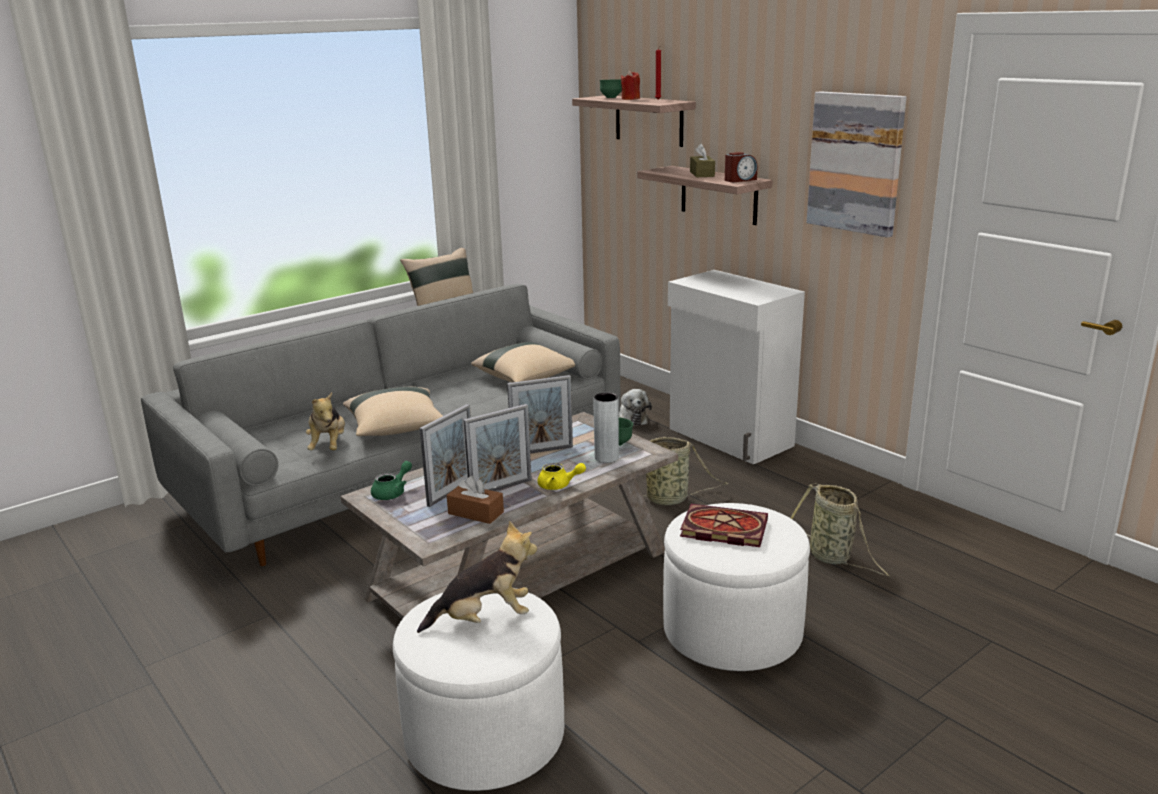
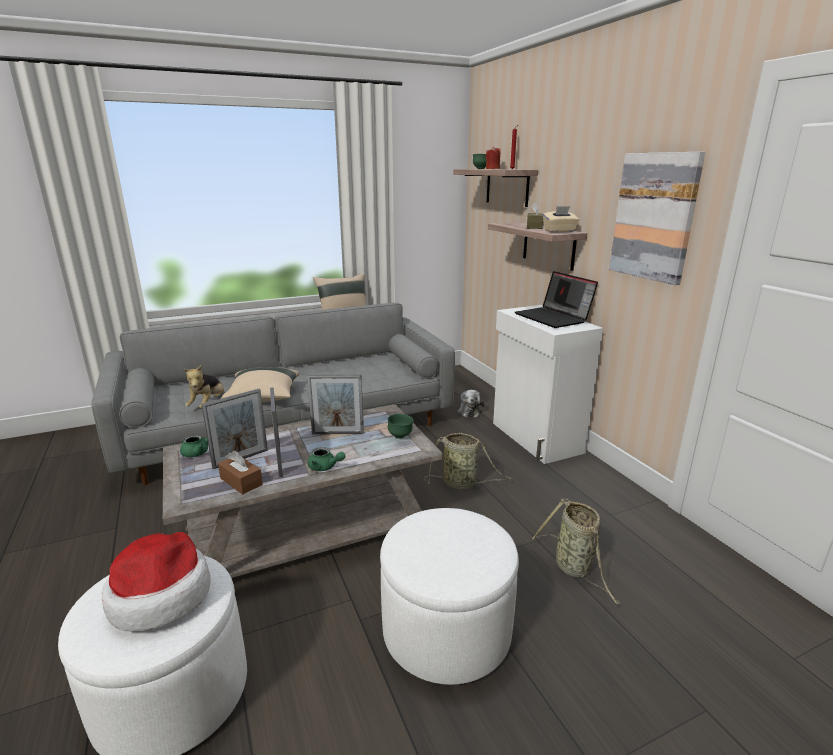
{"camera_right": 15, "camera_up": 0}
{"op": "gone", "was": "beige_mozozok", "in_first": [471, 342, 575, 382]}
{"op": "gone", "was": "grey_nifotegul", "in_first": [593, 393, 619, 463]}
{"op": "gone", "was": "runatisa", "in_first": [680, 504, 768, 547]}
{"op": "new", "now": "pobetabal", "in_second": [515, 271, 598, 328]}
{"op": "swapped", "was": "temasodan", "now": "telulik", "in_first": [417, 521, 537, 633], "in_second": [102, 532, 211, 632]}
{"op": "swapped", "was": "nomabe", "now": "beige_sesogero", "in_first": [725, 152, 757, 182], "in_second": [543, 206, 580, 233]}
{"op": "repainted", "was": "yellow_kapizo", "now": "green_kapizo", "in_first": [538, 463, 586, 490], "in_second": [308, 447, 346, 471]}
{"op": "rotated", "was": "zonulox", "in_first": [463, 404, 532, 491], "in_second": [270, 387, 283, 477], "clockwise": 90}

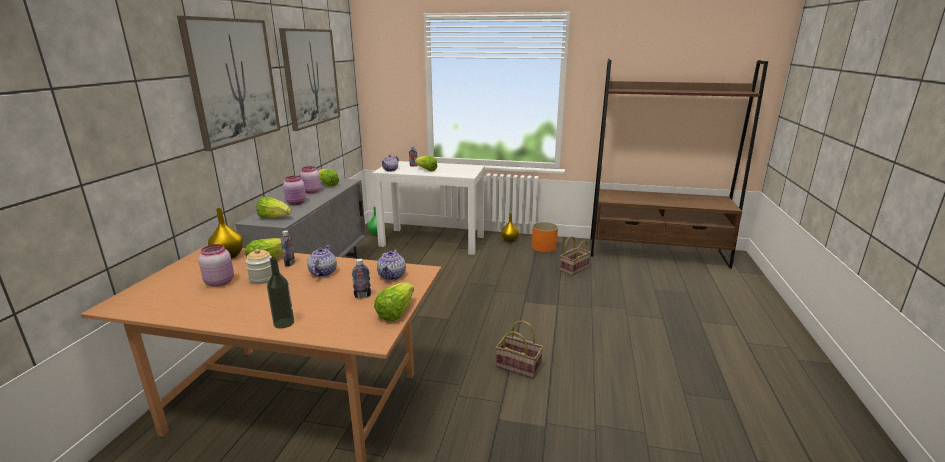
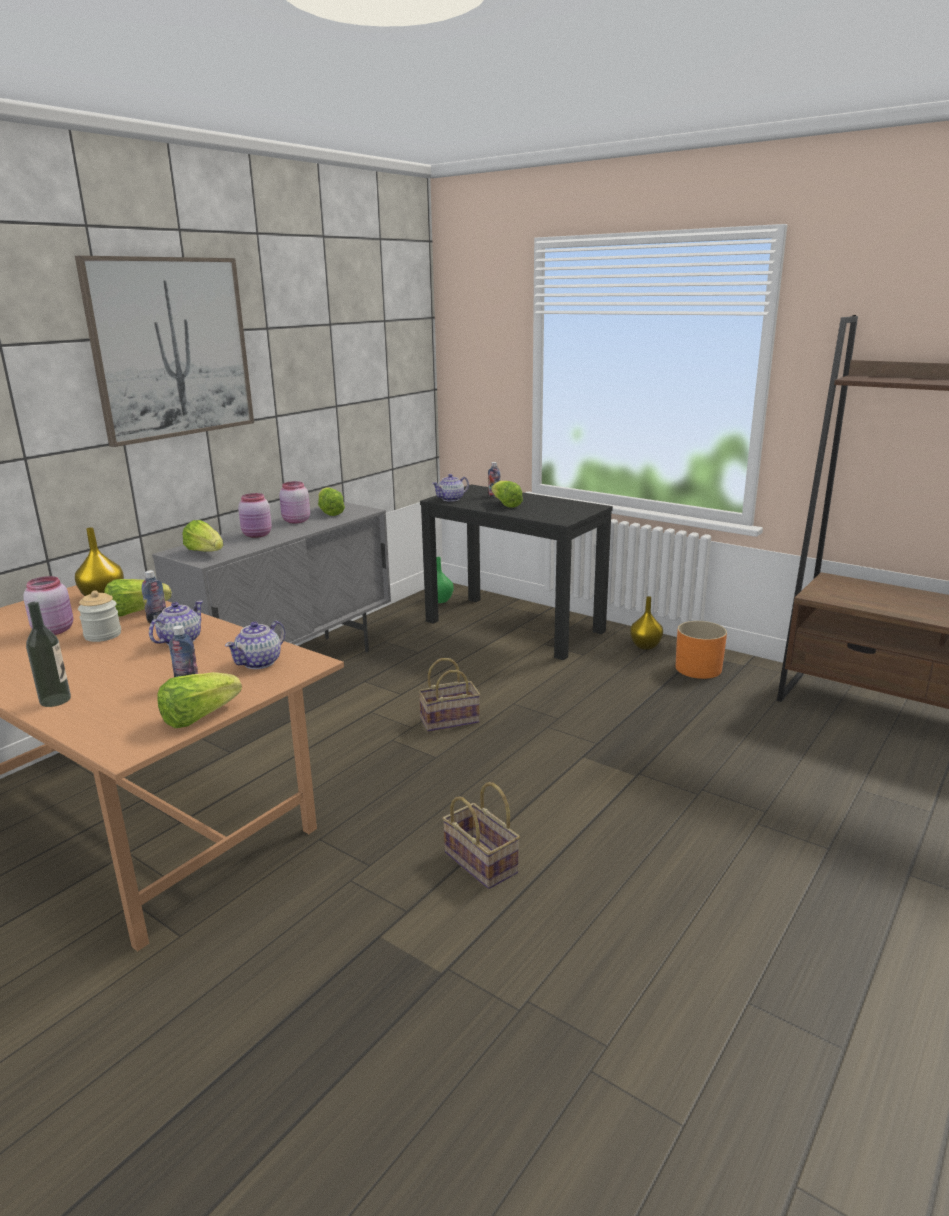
{"camera_right": 25, "camera_up": 0}
{"op": "gone", "was": "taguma", "in_first": [279, 28, 340, 131]}
{"op": "shifted", "was": "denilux", "in_first": [560, 236, 591, 276], "in_second": [418, 658, 480, 732]}
{"op": "repainted", "was": "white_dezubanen", "now": "black_dezubanen", "in_first": [372, 161, 485, 255], "in_second": [420, 485, 613, 661]}

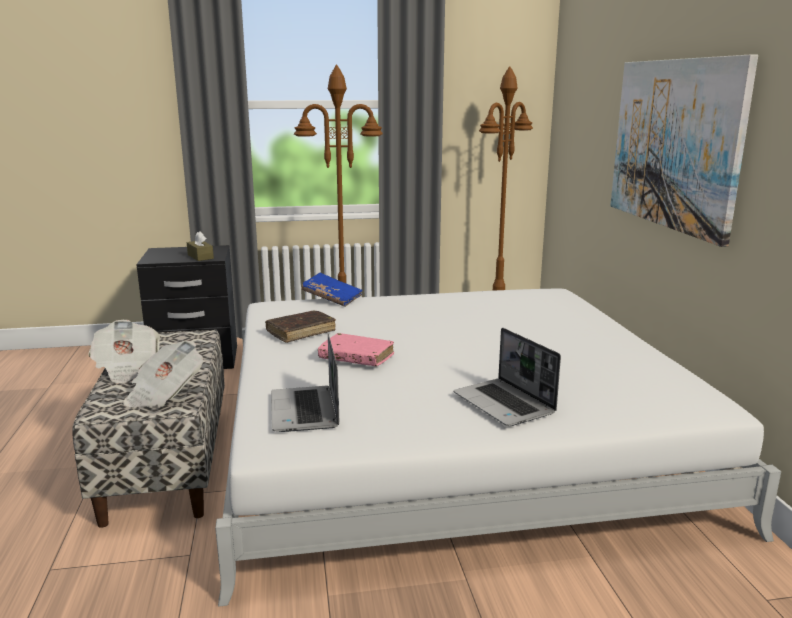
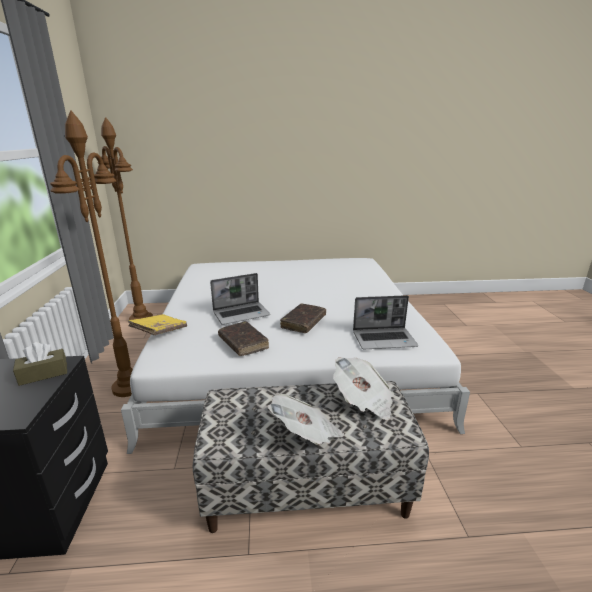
{"camera_right": -85, "camera_up": 5}
{"op": "gone", "was": "taguma", "in_first": [610, 55, 758, 247]}
{"op": "shifted", "was": "pobetabal", "in_first": [453, 328, 561, 426], "in_second": [210, 273, 270, 325]}
{"op": "repainted", "was": "blue_runatisa", "now": "yellow_runatisa", "in_first": [301, 273, 363, 307], "in_second": [128, 314, 187, 335]}
{"op": "repainted", "was": "pink_runatisa", "now": "brown_runatisa", "in_first": [318, 333, 394, 366], "in_second": [280, 303, 326, 333]}

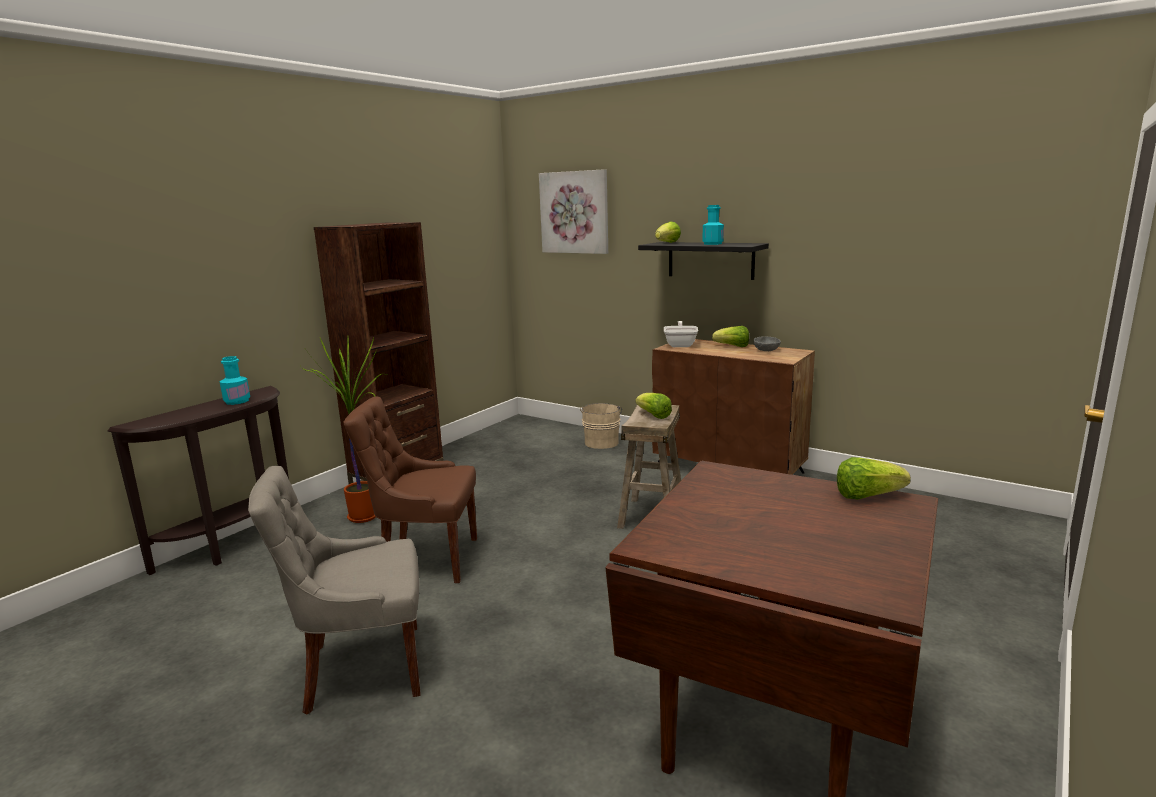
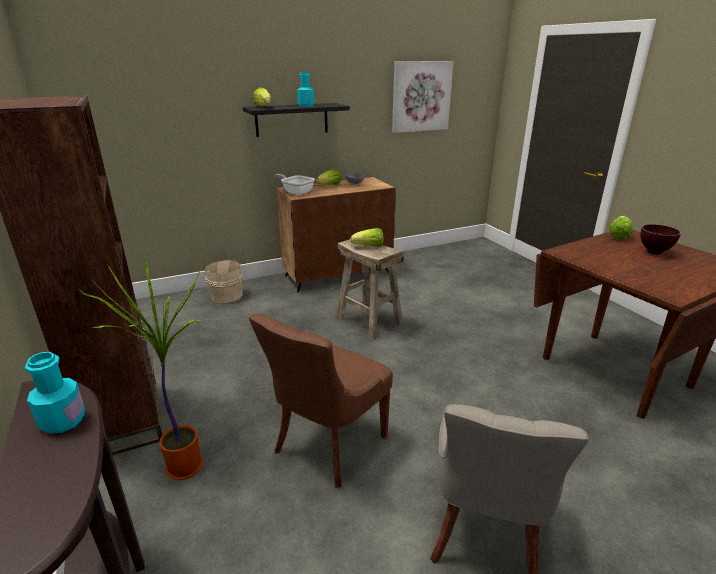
{"camera_right": -60, "camera_up": 10}
{"op": "new", "now": "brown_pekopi", "in_second": [640, 224, 681, 255]}
{"op": "shifted", "was": "taguma", "in_first": [539, 169, 608, 254], "in_second": [392, 61, 454, 133]}

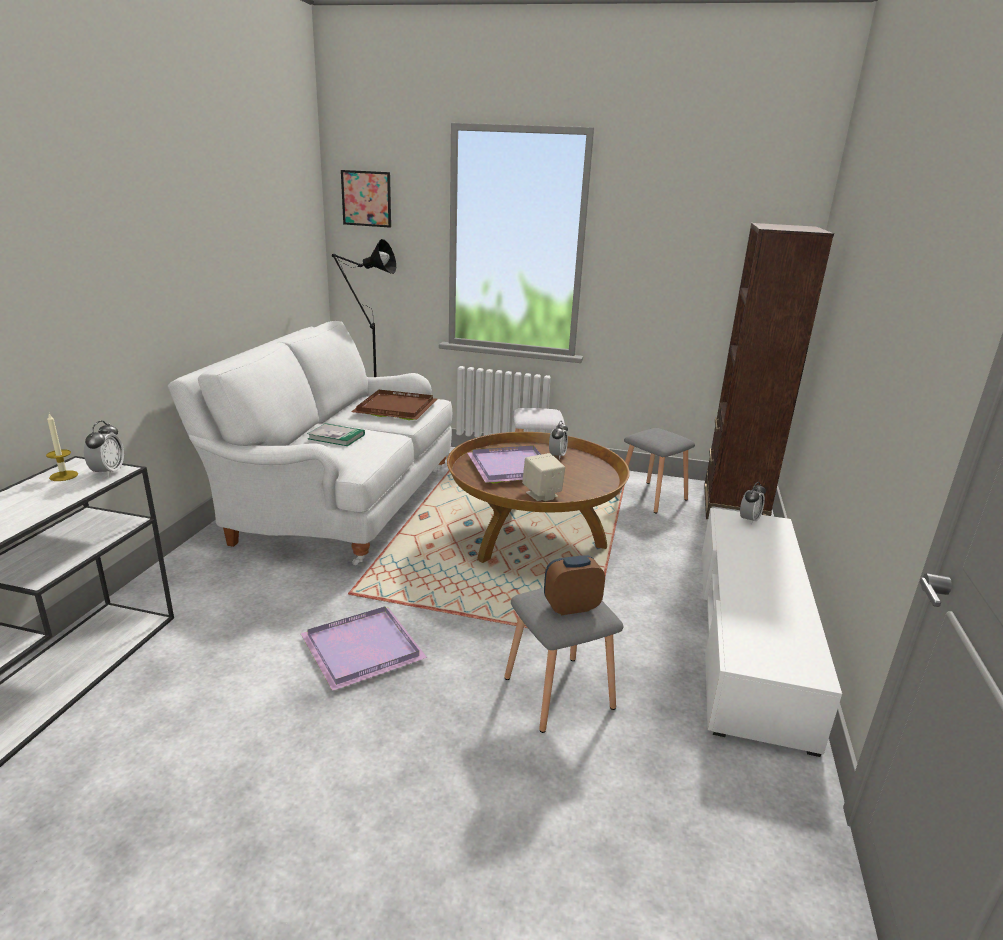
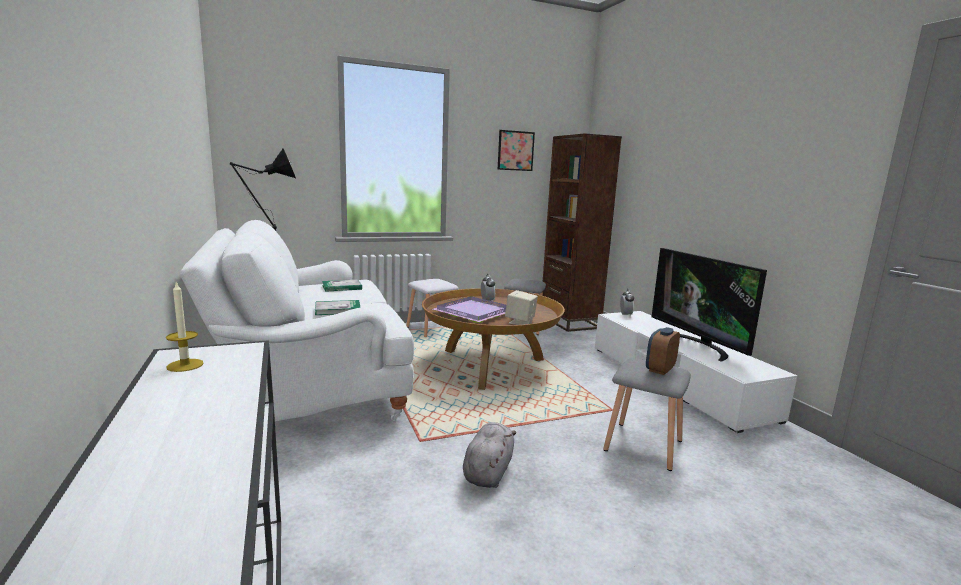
{"camera_right": -35, "camera_up": -10}
{"op": "gone", "was": "nomabe", "in_first": [84, 421, 124, 477]}
{"op": "new", "now": "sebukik", "in_second": [652, 248, 767, 362]}
{"op": "shifted", "was": "taguma", "in_first": [341, 170, 391, 228], "in_second": [498, 130, 535, 171]}
{"op": "swapped", "was": "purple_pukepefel", "now": "grey_temasodan", "in_first": [300, 607, 427, 691], "in_second": [463, 422, 516, 488]}
{"op": "swapped", "was": "brown_pukepefel", "now": "runatisa", "in_first": [351, 390, 437, 420], "in_second": [322, 280, 362, 292]}

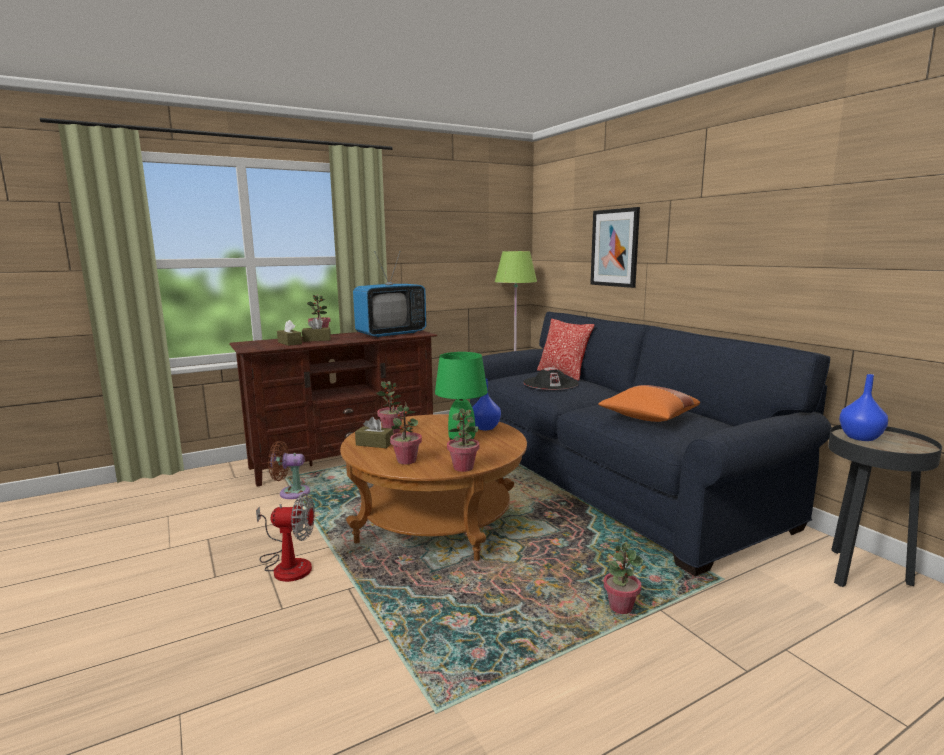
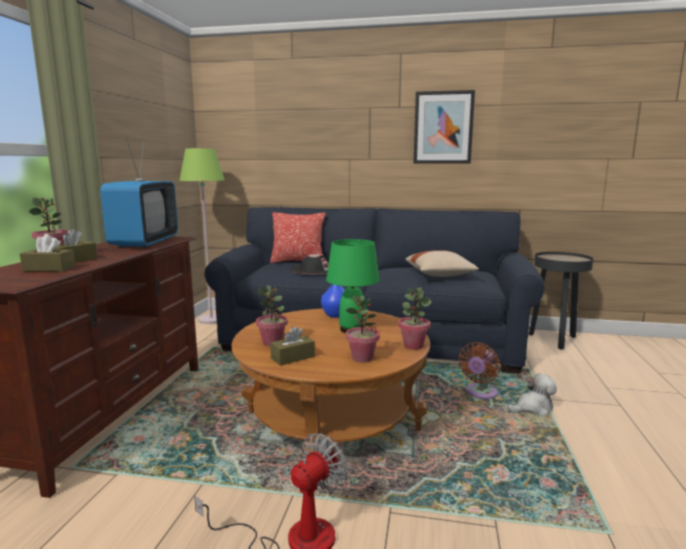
{"camera_right": -50, "camera_up": 0}
{"op": "gone", "was": "blue_nifotegul", "in_first": [839, 374, 888, 441]}
{"op": "shifted", "was": "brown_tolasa", "in_first": [268, 441, 310, 499], "in_second": [459, 342, 501, 399]}
{"op": "shifted", "was": "taguma", "in_first": [590, 207, 640, 288], "in_second": [414, 90, 475, 164]}
{"op": "swapped", "was": "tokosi", "now": "temasodan", "in_first": [604, 543, 643, 614], "in_second": [507, 374, 557, 416]}
{"op": "repainted", "was": "orange_mozozok", "now": "beige_mozozok", "in_first": [598, 385, 700, 422], "in_second": [405, 250, 479, 277]}

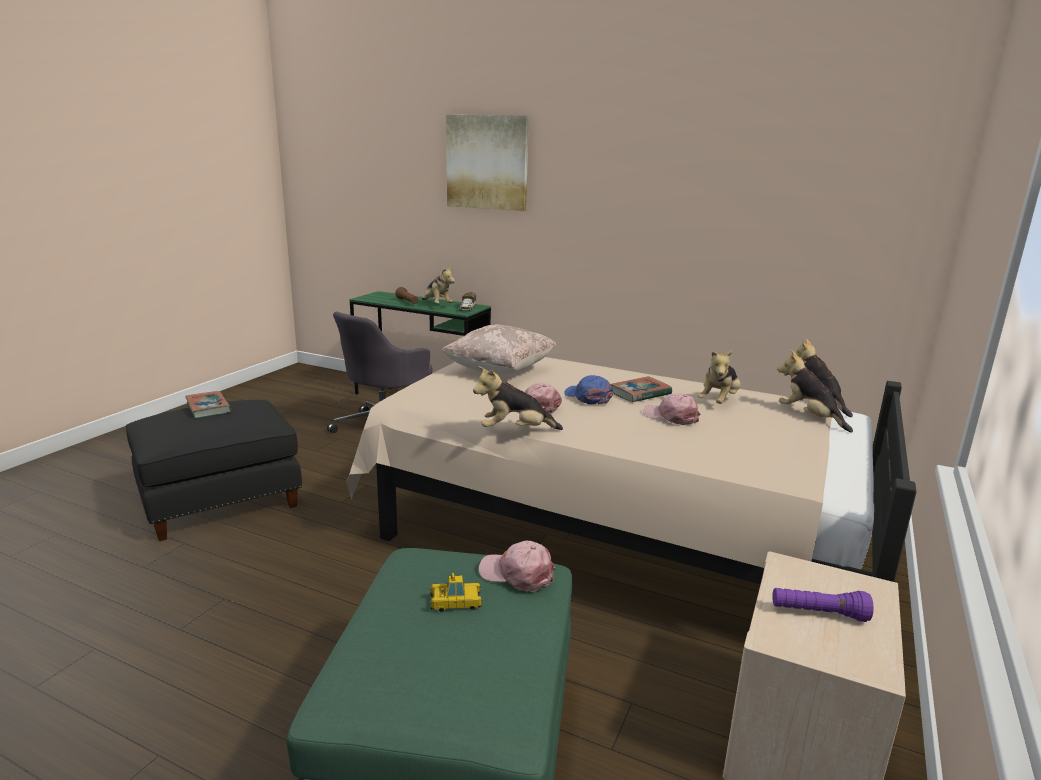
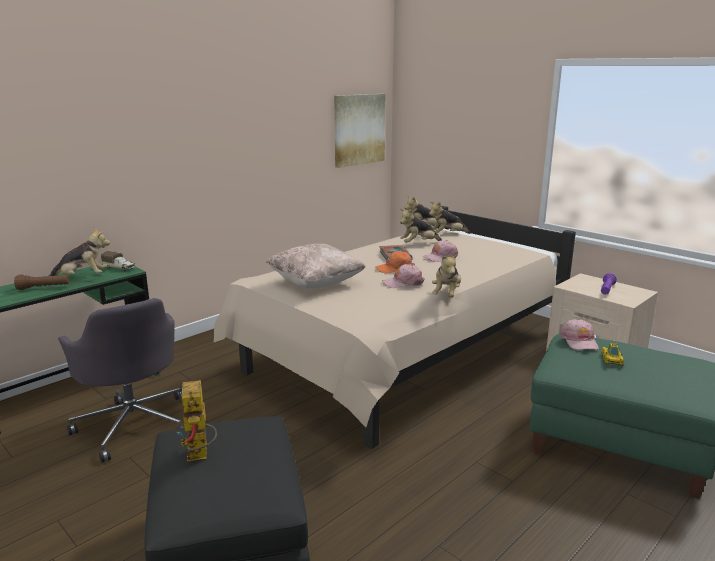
{"camera_right": -70, "camera_up": 0}
{"op": "shifted", "was": "taguma", "in_first": [446, 115, 529, 211], "in_second": [334, 94, 385, 168]}
{"op": "swapped", "was": "runatisa", "now": "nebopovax", "in_first": [185, 391, 232, 418], "in_second": [177, 380, 217, 462]}
{"op": "repainted", "was": "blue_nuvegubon", "now": "orange_nuvegubon", "in_first": [564, 375, 613, 405], "in_second": [375, 251, 415, 273]}
{"op": "rotated", "was": "pink_nuvegubon", "in_first": [479, 541, 556, 592], "in_second": [560, 319, 599, 350], "clockwise": -45}
{"op": "rotated", "was": "temasodan", "in_first": [698, 350, 741, 404], "in_second": [400, 209, 442, 243], "clockwise": 105}

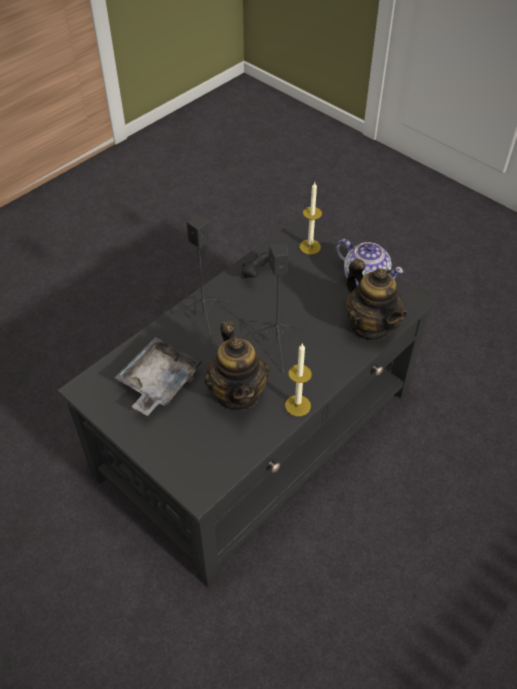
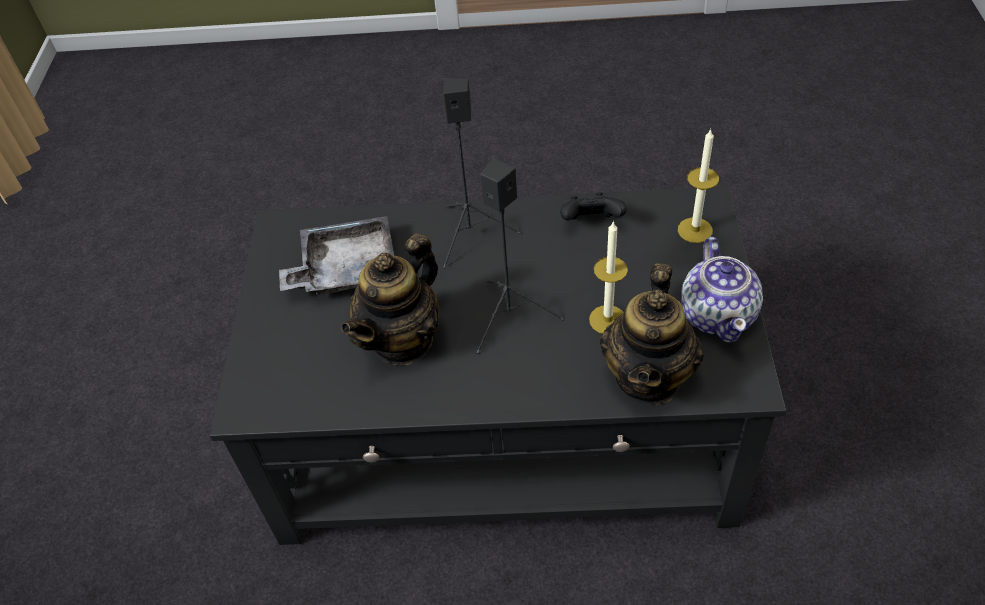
{"camera_right": 50, "camera_up": 0}
{"op": "shifted", "was": "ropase", "in_first": [285, 344, 312, 416], "in_second": [589, 221, 628, 334]}

